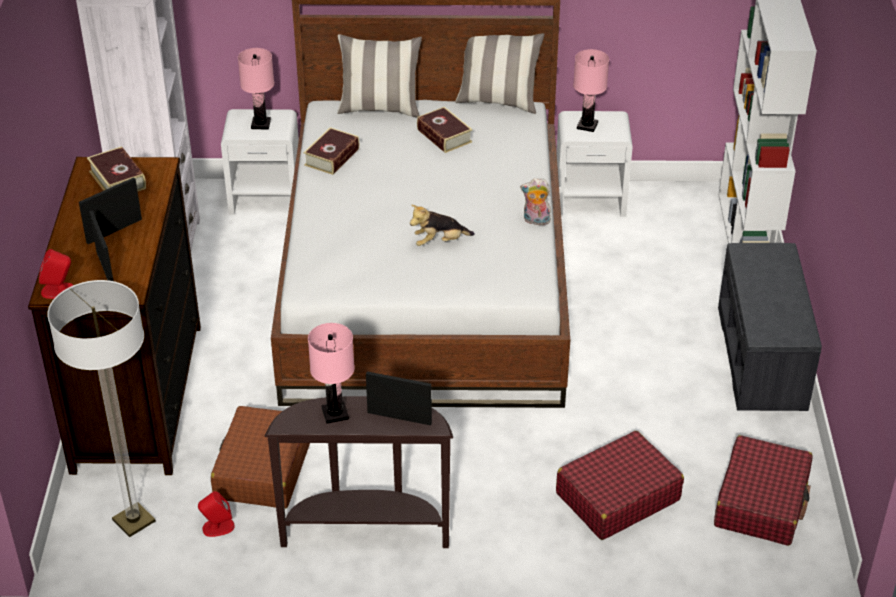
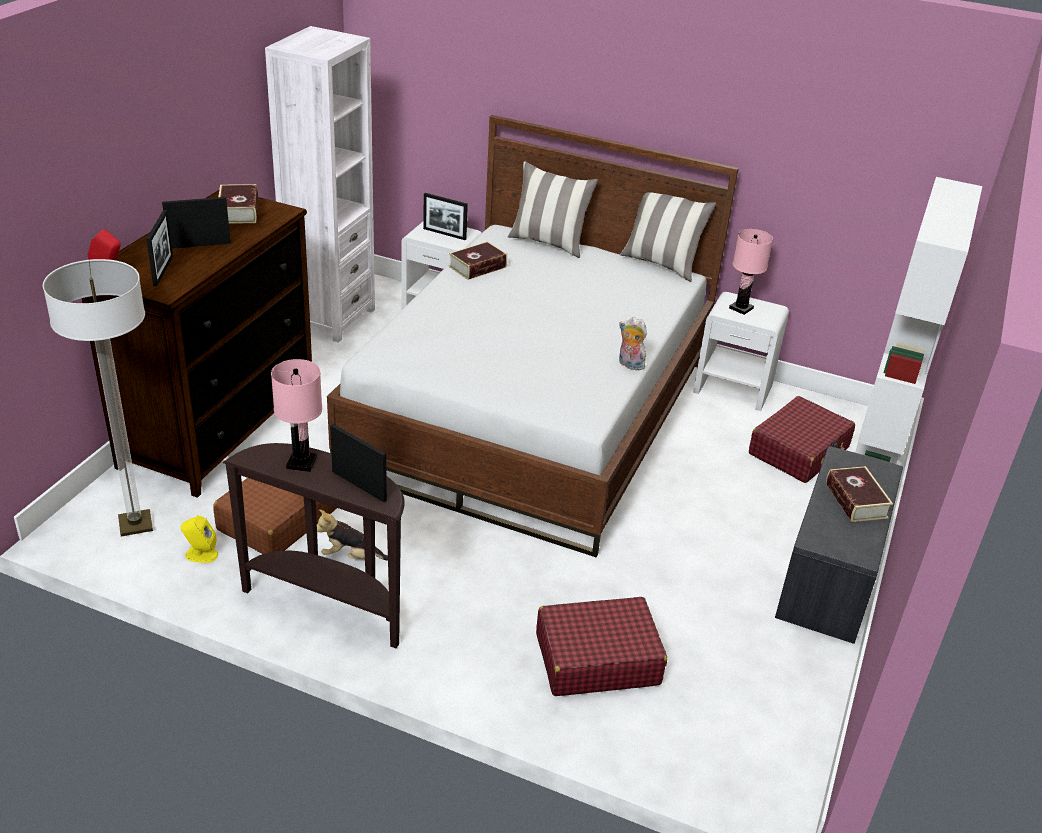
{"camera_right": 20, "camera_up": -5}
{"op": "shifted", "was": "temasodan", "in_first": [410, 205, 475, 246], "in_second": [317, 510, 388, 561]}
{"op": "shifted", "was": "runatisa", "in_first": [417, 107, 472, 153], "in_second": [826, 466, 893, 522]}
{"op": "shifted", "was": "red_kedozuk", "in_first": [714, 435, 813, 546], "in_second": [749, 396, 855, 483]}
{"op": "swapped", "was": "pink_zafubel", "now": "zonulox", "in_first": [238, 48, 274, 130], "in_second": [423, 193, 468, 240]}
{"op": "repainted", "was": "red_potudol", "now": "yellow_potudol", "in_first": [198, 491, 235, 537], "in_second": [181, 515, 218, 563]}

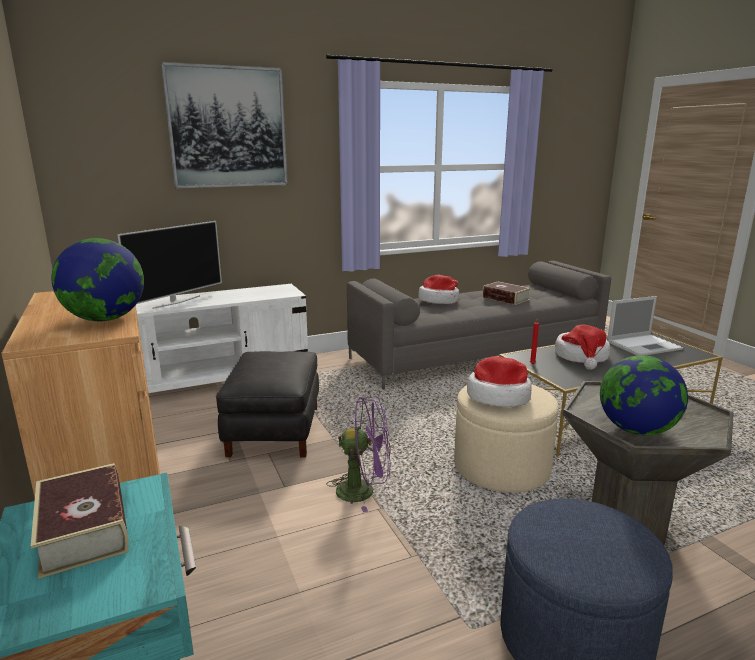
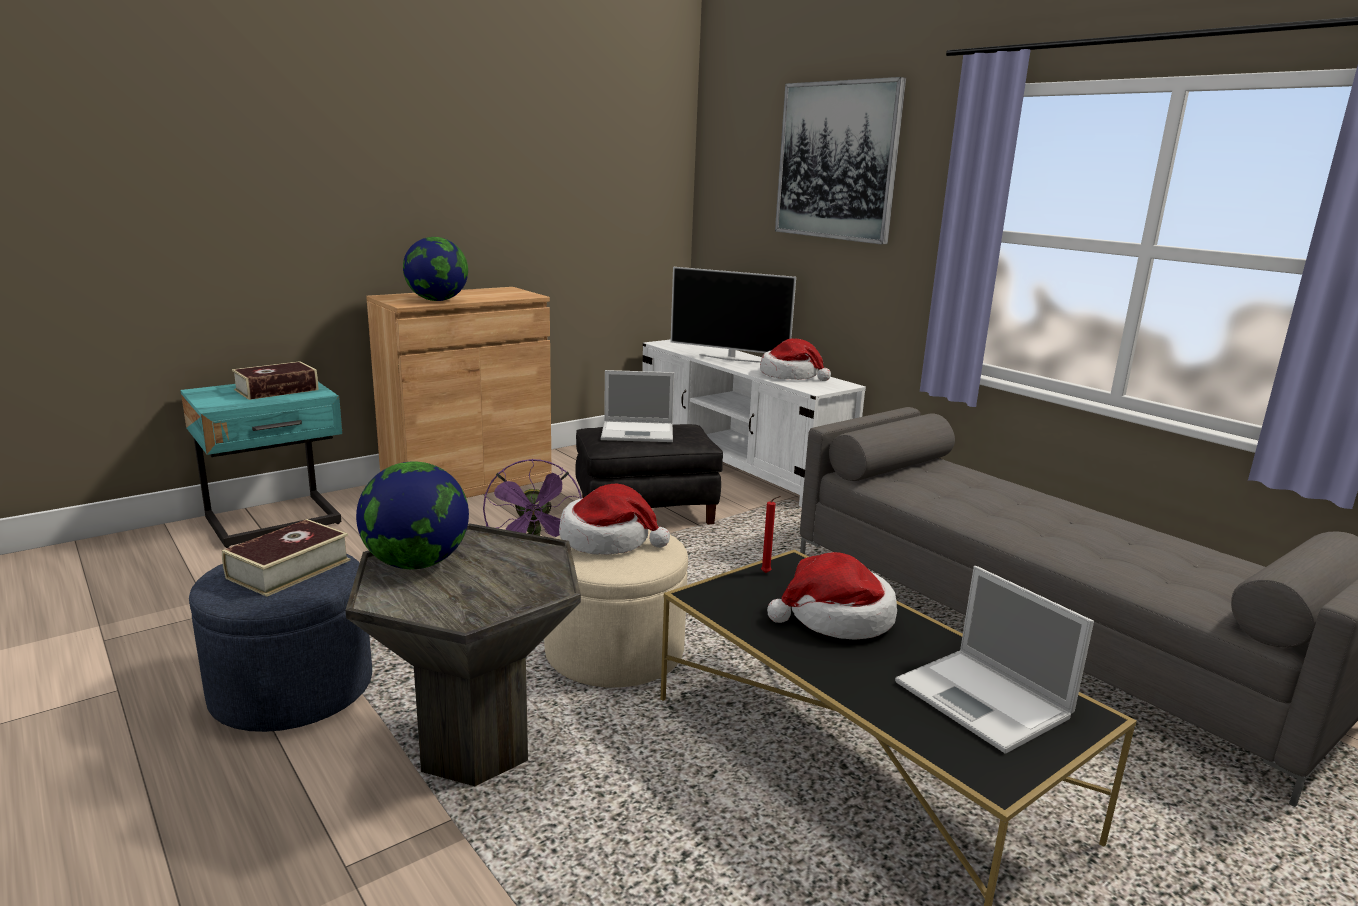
{"camera_right": 75, "camera_up": 0}
{"op": "new", "now": "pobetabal", "in_second": [601, 370, 674, 442]}
{"op": "shifted", "was": "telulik", "in_first": [418, 275, 459, 304], "in_second": [760, 339, 831, 381]}
{"op": "shifted", "was": "runatisa", "in_first": [482, 282, 531, 305], "in_second": [222, 519, 350, 597]}

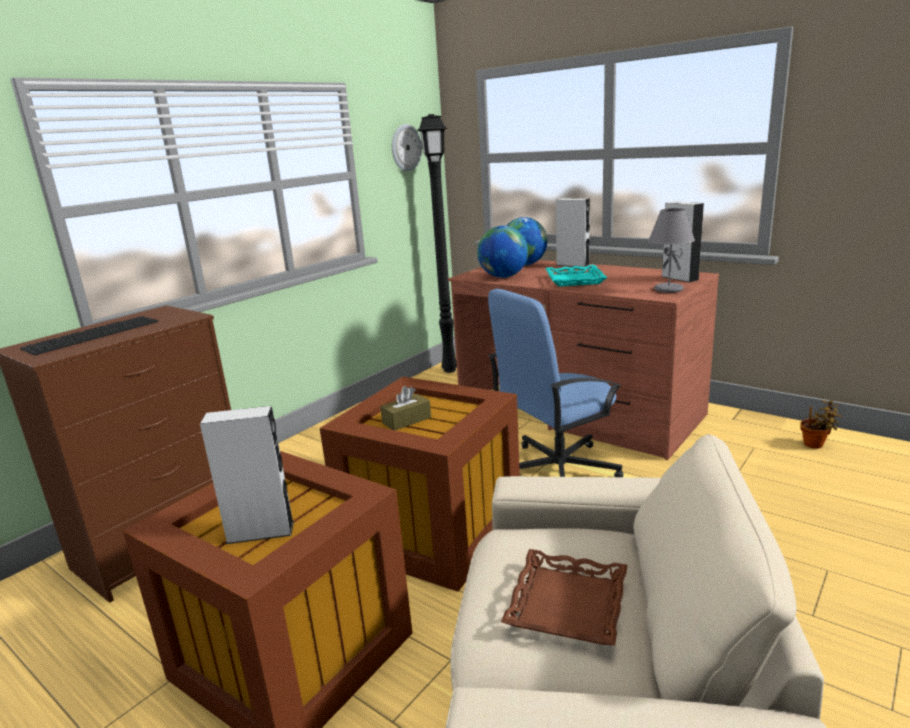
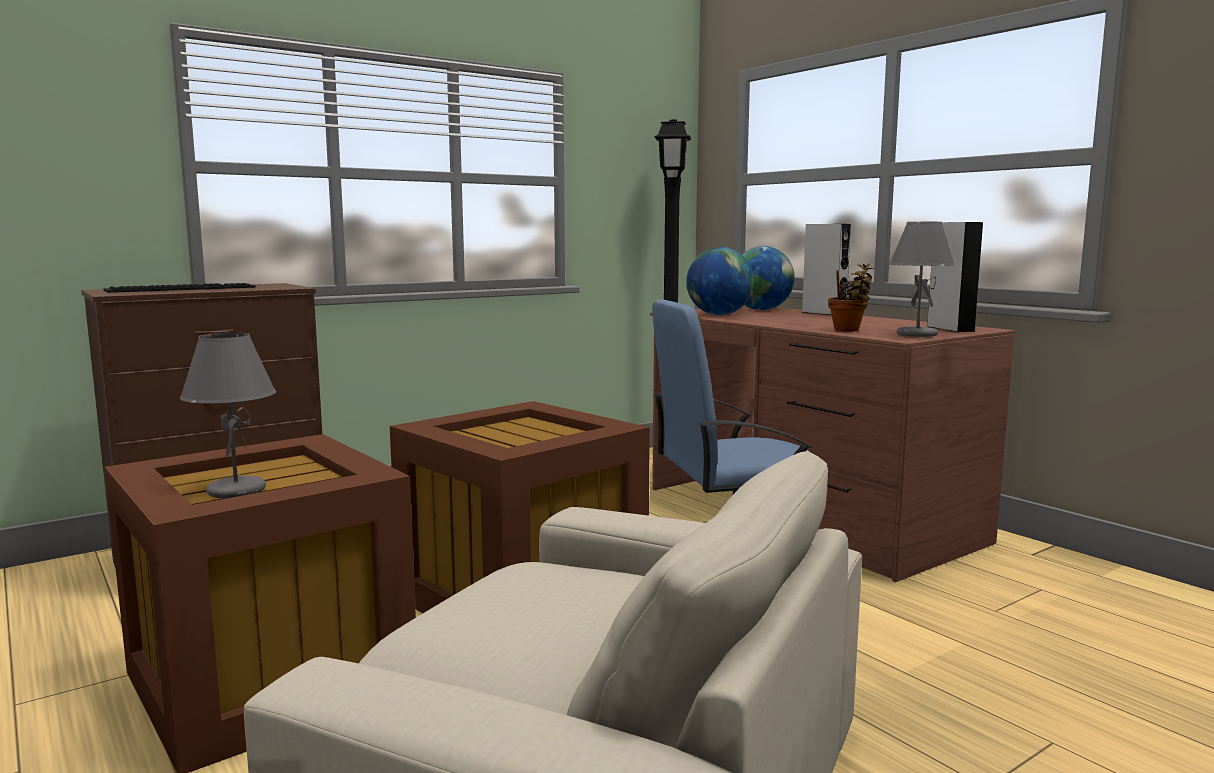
{"camera_right": 15, "camera_up": -10}
{"op": "gone", "was": "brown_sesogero", "in_first": [380, 386, 431, 430]}
{"op": "gone", "was": "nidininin", "in_first": [392, 124, 422, 171]}
{"op": "gone", "was": "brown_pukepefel", "in_first": [501, 549, 628, 645]}
{"op": "gone", "was": "turquoise_pukepefel", "in_first": [546, 265, 608, 287]}
{"op": "shifted", "was": "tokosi", "in_first": [801, 400, 842, 449], "in_second": [828, 264, 874, 332]}
{"op": "swapped", "was": "grey_potudol", "now": "grey_zafubel", "in_first": [200, 406, 294, 544], "in_second": [180, 333, 276, 498]}

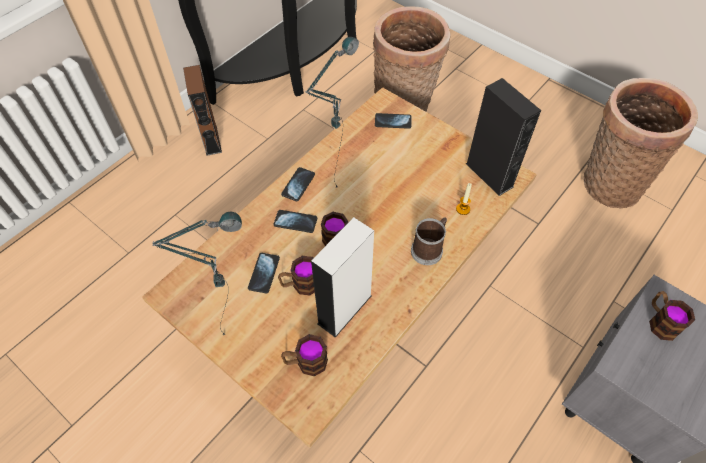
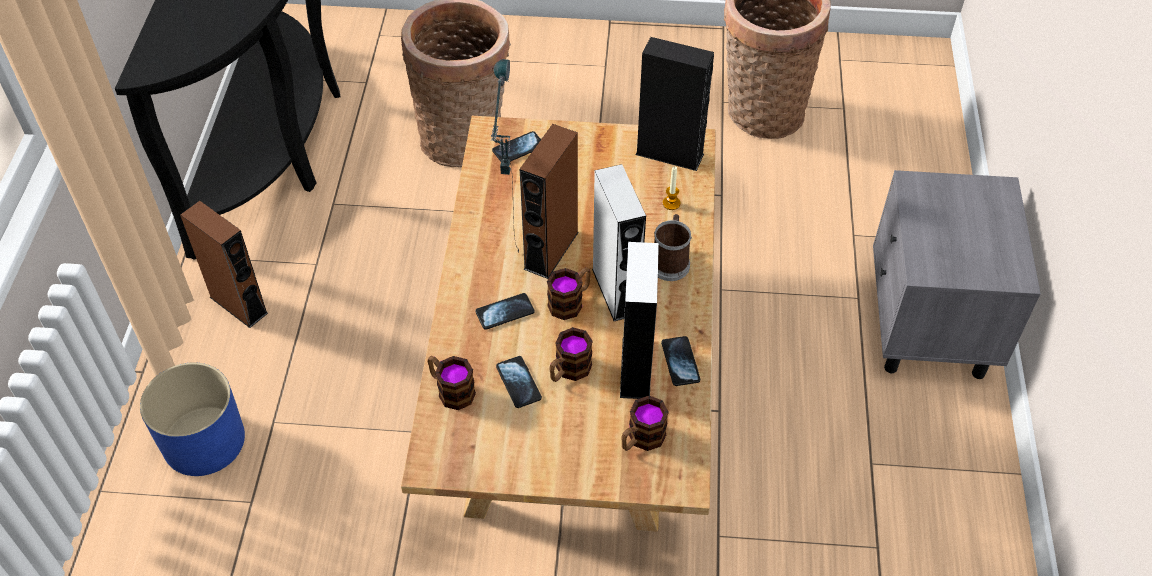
{"camera_right": -35, "camera_up": -5}
{"op": "gone", "was": "zafubel", "in_first": [152, 211, 242, 336]}
{"op": "new", "now": "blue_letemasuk", "in_second": [140, 362, 245, 476]}
{"op": "new", "now": "brown_potudol", "in_second": [520, 124, 579, 279]}
{"op": "new", "now": "grey_potudol", "in_second": [592, 164, 646, 321]}
{"op": "shifted", "was": "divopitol", "in_first": [281, 167, 315, 201], "in_second": [661, 336, 700, 386]}
{"op": "shifted", "was": "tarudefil", "in_first": [649, 291, 695, 341], "in_second": [427, 356, 476, 410]}

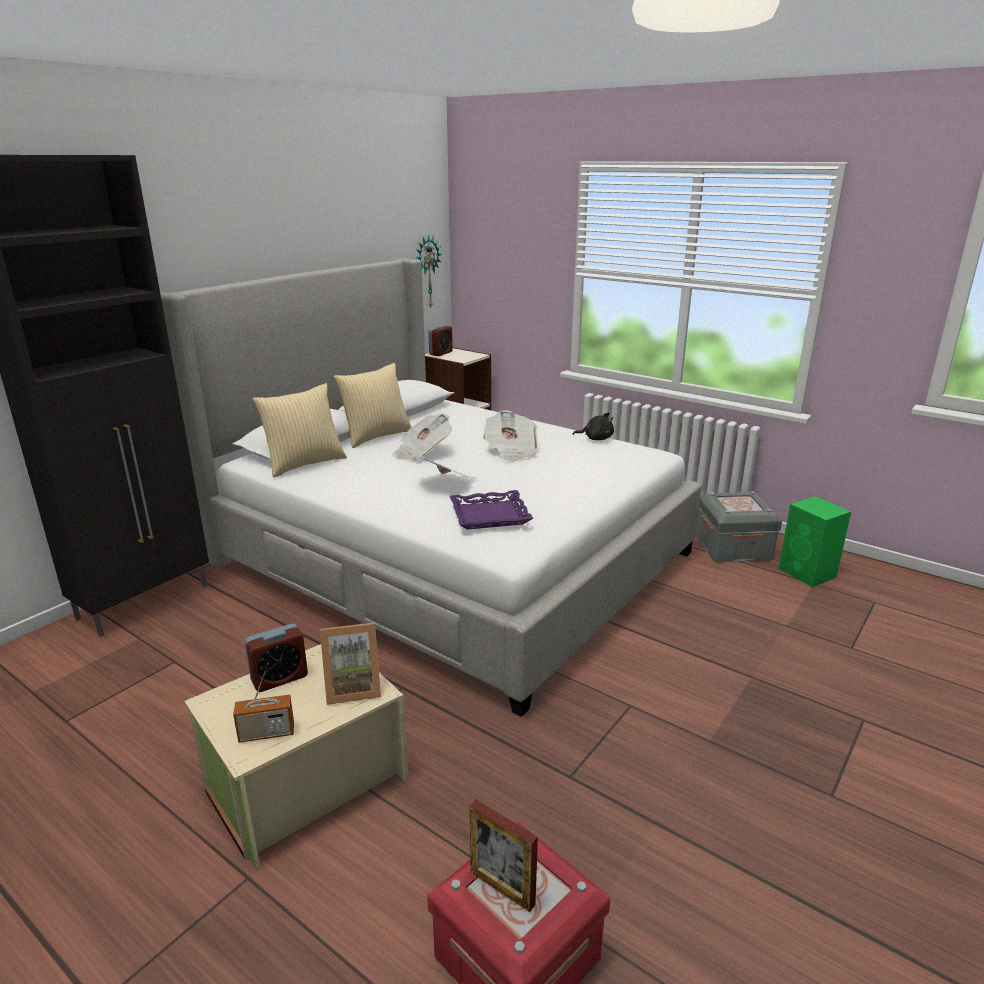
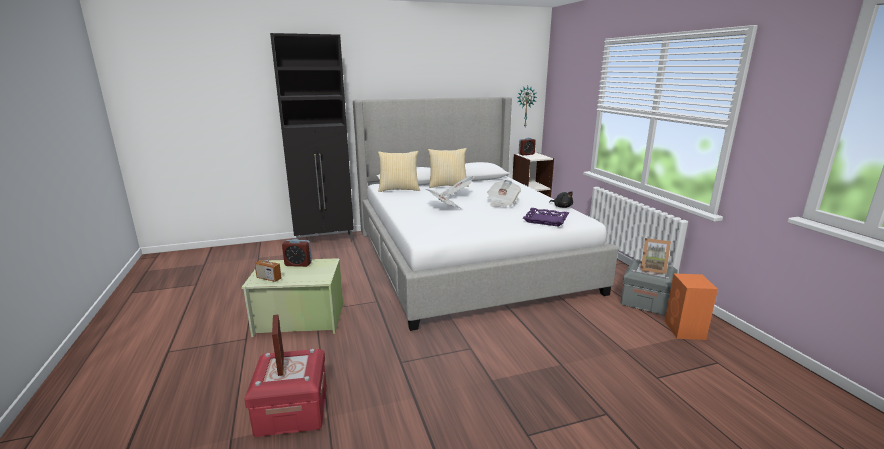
{"camera_right": 35, "camera_up": -5}
{"op": "shifted", "was": "zonulox", "in_first": [320, 622, 381, 705], "in_second": [641, 238, 671, 274]}
{"op": "shifted", "was": "purple_pukepefel", "in_first": [450, 490, 533, 530], "in_second": [523, 208, 569, 227]}
{"op": "repainted", "was": "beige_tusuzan", "now": "green_tusuzan", "in_first": [184, 644, 409, 869], "in_second": [241, 258, 343, 337]}
{"op": "repainted", "was": "green_potudol", "now": "orange_potudol", "in_first": [778, 496, 851, 587], "in_second": [664, 274, 718, 340]}

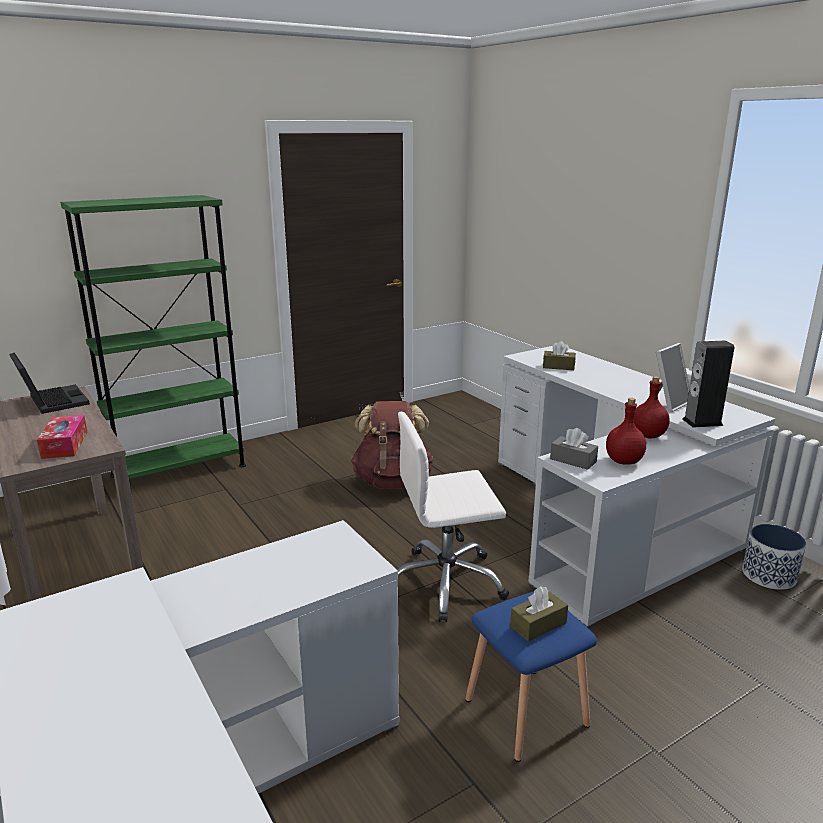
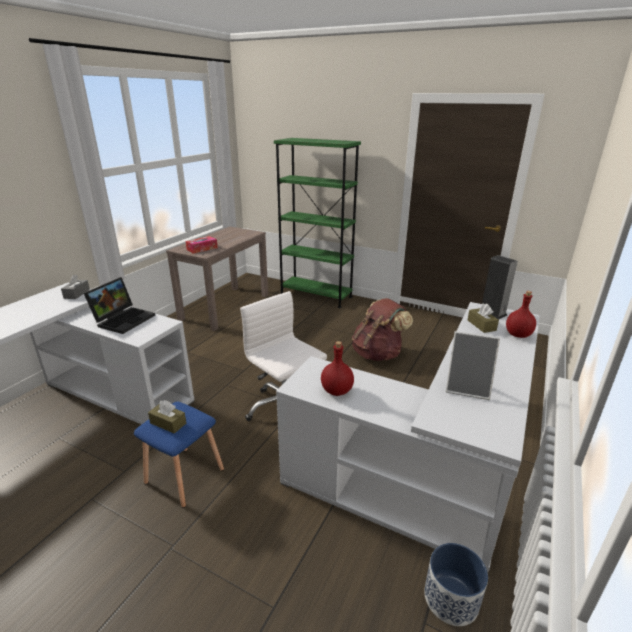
{"camera_right": 60, "camera_up": 5}
{"op": "shifted", "was": "pobetabal", "in_first": [9, 353, 90, 414], "in_second": [84, 277, 155, 334]}
{"op": "shifted", "was": "grey_sesogero", "in_first": [550, 428, 598, 470], "in_second": [61, 275, 90, 299]}
{"op": "shifted", "was": "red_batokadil", "in_first": [634, 376, 670, 439], "in_second": [506, 291, 536, 338]}
{"op": "shifted", "was": "potudol", "in_first": [682, 341, 734, 428], "in_second": [482, 255, 518, 320]}

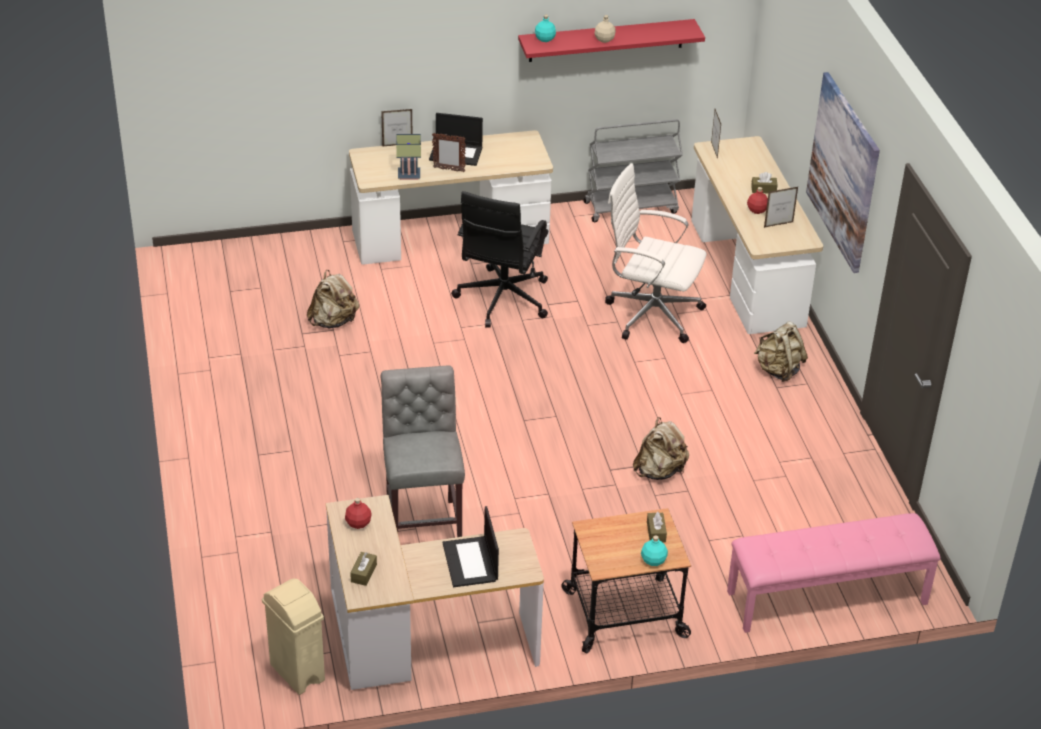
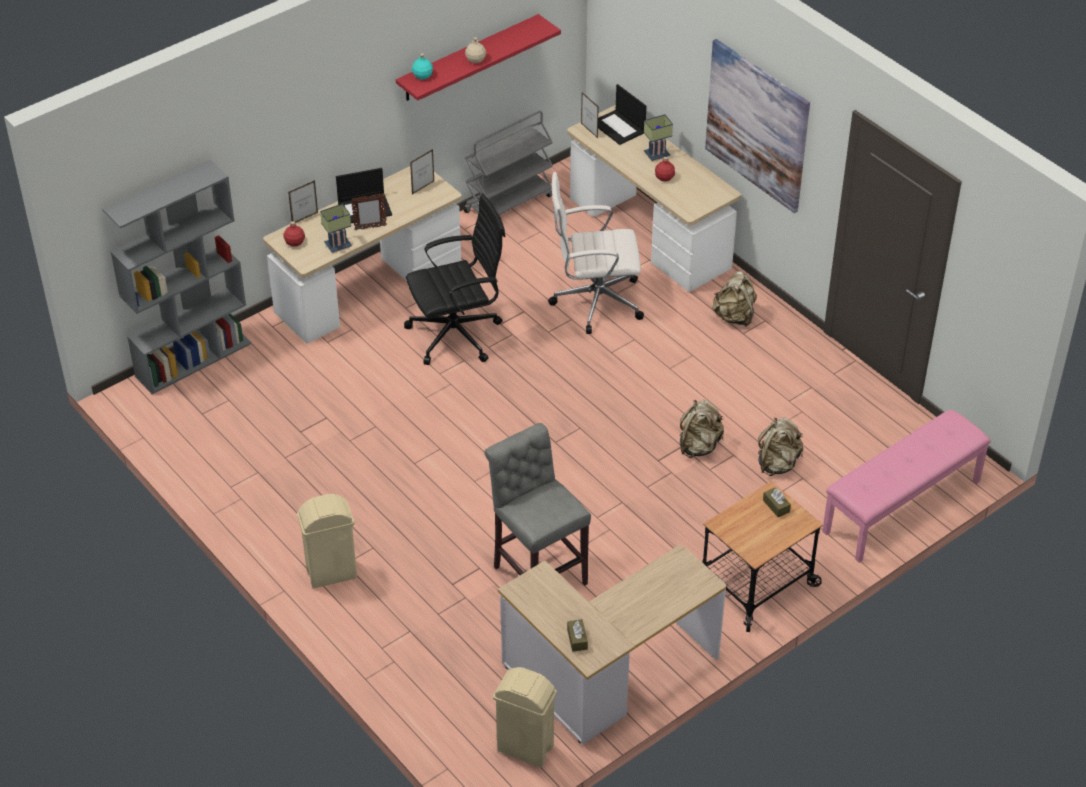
{"camera_right": -25, "camera_up": 5}
{"op": "gone", "was": "turquoise_batokadil", "in_first": [641, 535, 668, 566]}
{"op": "new", "now": "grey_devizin", "in_second": [102, 160, 252, 394]}
{"op": "new", "now": "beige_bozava", "in_second": [297, 494, 357, 588]}
{"op": "shifted", "was": "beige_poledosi", "in_first": [307, 270, 359, 328], "in_second": [758, 417, 803, 476]}
{"op": "shifted", "was": "red_batokadil", "in_first": [345, 498, 372, 529], "in_second": [284, 221, 305, 247]}
{"op": "shifted", "was": "pobetabal", "in_first": [443, 506, 499, 587], "in_second": [598, 84, 646, 145]}
{"op": "shifted", "was": "zonulox", "in_first": [764, 187, 798, 228], "in_second": [410, 149, 434, 194]}
{"op": "swapped", "was": "brown_sesogero", "now": "zafubel", "in_first": [751, 172, 778, 193], "in_second": [644, 114, 673, 162]}
{"op": "rotated", "was": "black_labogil", "in_first": [451, 191, 548, 328], "in_second": [404, 194, 506, 365], "clockwise": -105}

